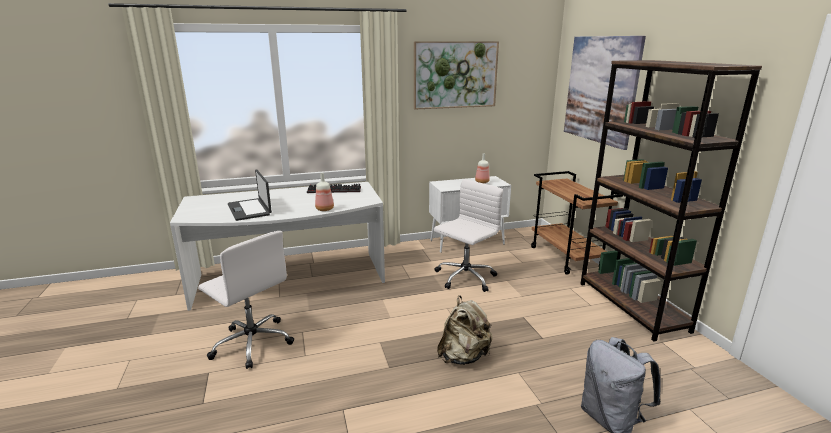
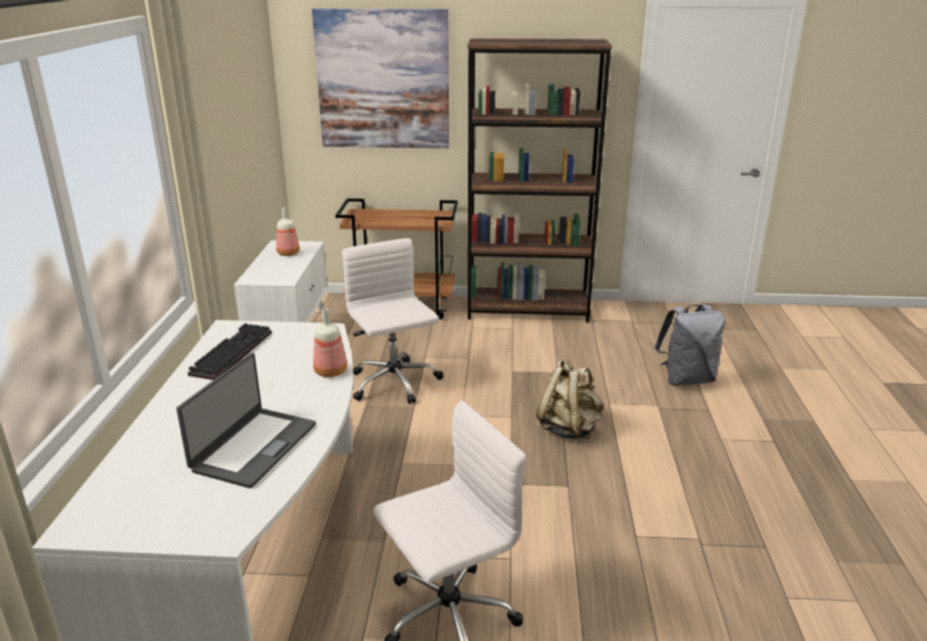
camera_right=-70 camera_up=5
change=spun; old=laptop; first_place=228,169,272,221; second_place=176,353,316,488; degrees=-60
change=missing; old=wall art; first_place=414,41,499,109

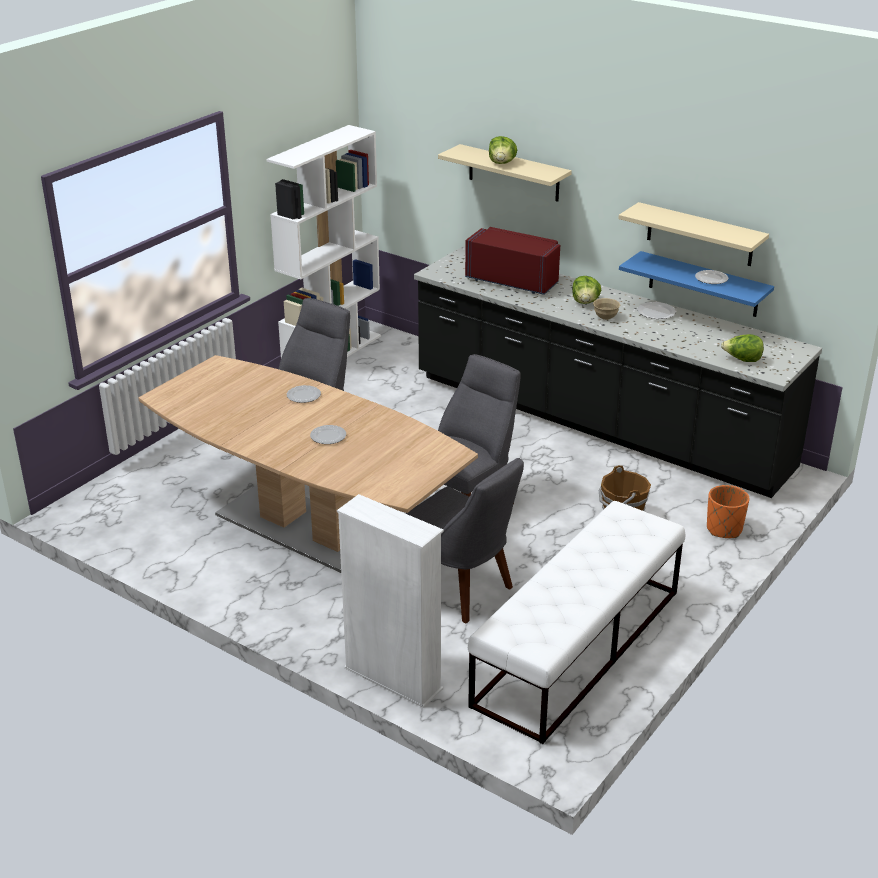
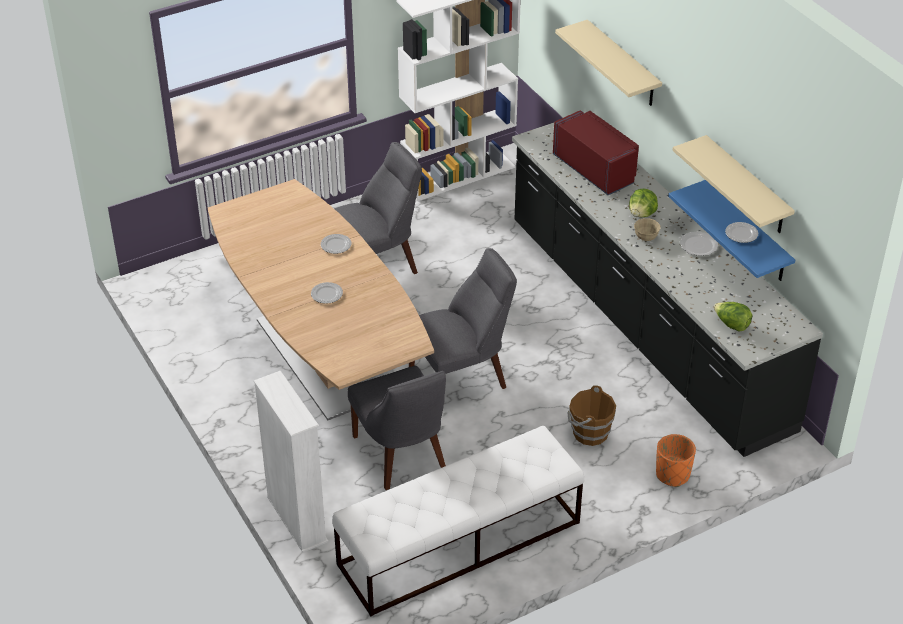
camera_right=25 camera_up=10
change=missing; old=lettuce head; first_place=489,136,517,164

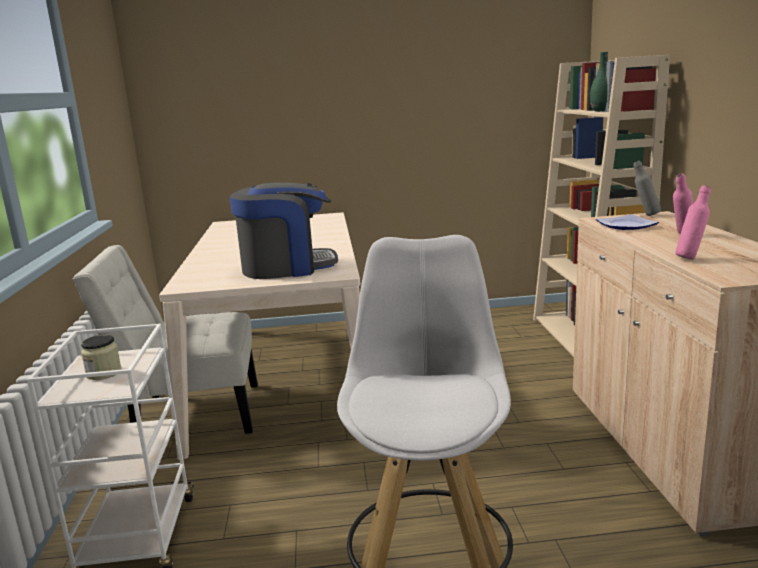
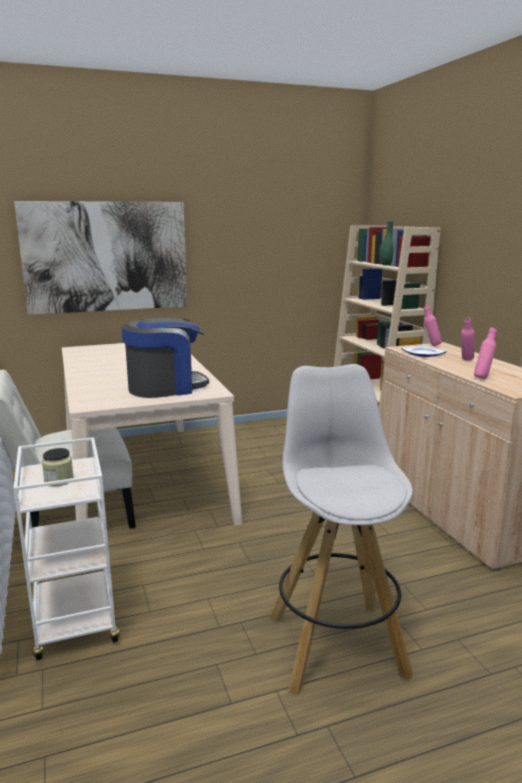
camera_right=-15 camera_up=0
change=appeared; new=wall art; second_place=14,201,188,315
change=colour; old=drink bottle (greyish); new=drink bottle (pinkish); first_place=634,161,661,216; second_place=424,306,442,346

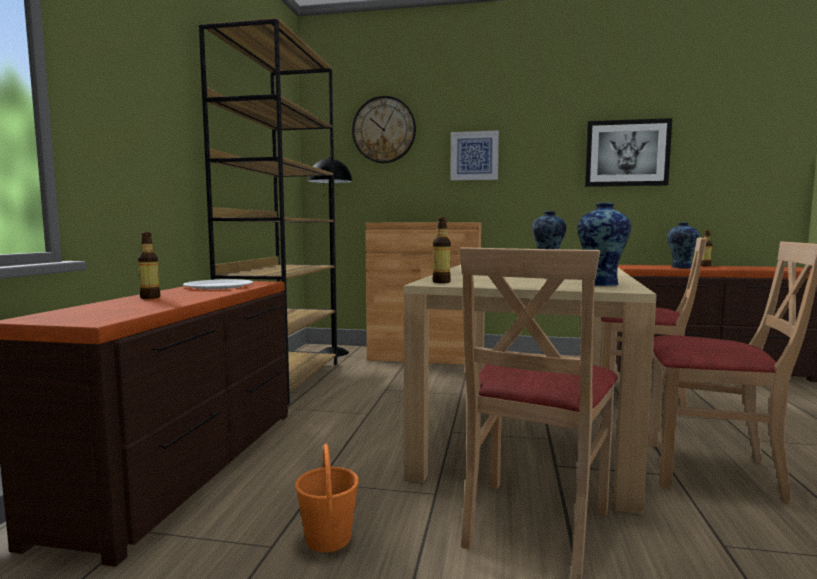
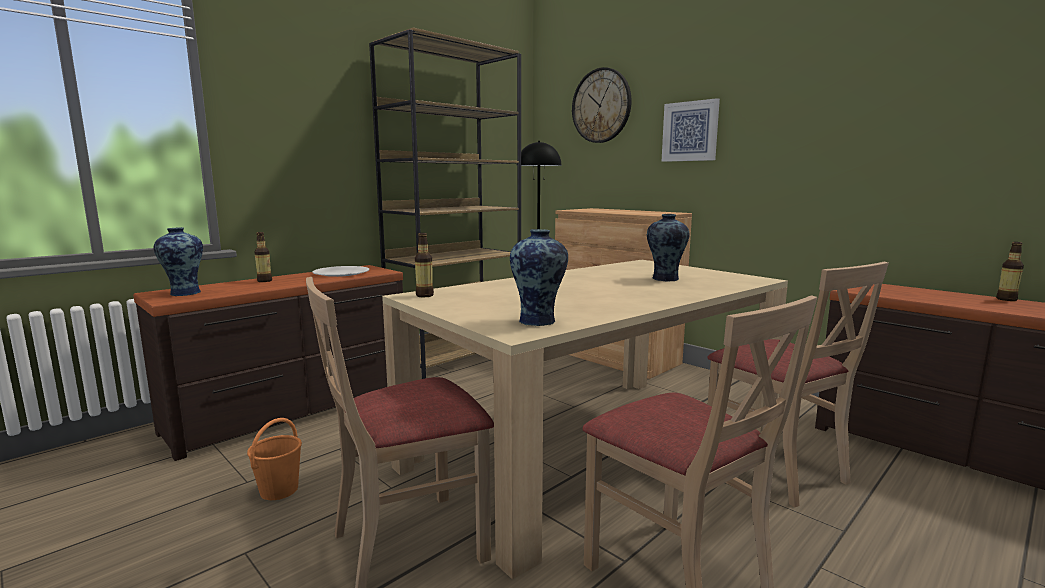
camera_right=35 camera_up=5
change=relocated; old=vase; first_place=667,222,699,268; second_place=154,227,203,296
change=missing; old=wall art; first_place=585,118,672,187

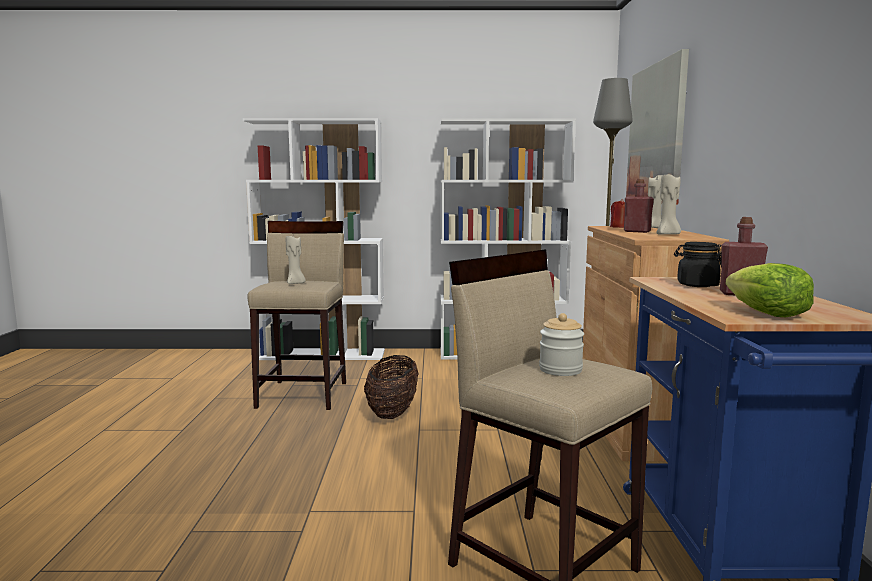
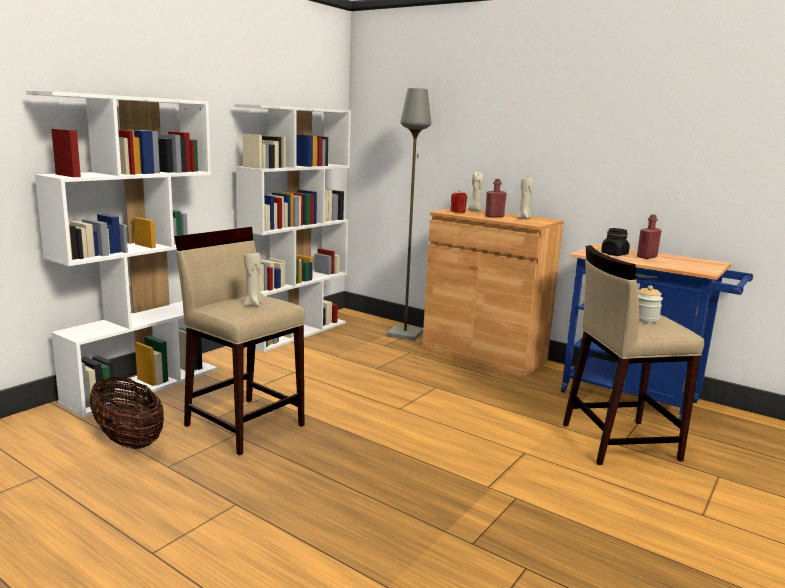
camera_right=-55 camera_up=5
change=relocated; old=basket; first_place=364,355,419,419; second_place=89,377,164,449
change=missing; old=wall art; first_place=626,49,689,205
change=missing; old=lettuce head; first_place=725,263,814,317

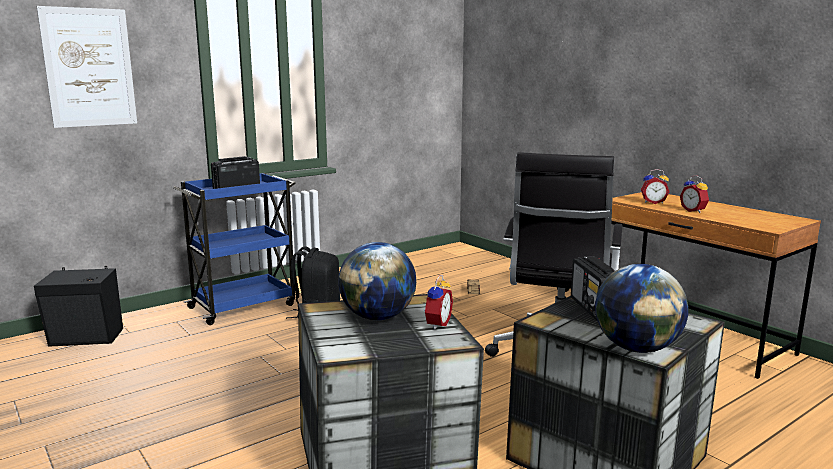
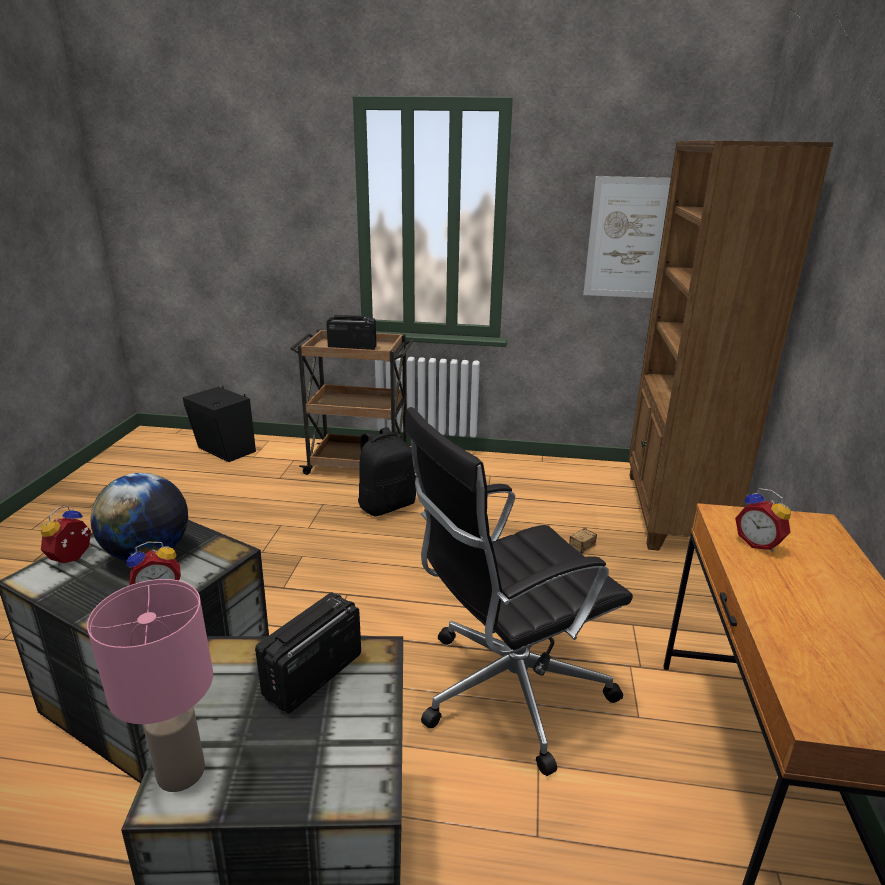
camera_right=45 camera_up=10
change=relocated; old=alarm clock; first_place=680,175,709,213; second_place=41,505,91,566
change=exchanged; old=world globe; new=lamp for a table (pinkish); first_place=595,264,688,353; second_place=87,579,213,792
change=colour; old=cart (blue); new=cart (brownish); first_place=173,173,296,325; second_place=290,330,414,475
change=relocated; old=wall art; first_place=37,6,137,128; second_place=583,176,671,298
change=appeared; new=shelving unit (brownish); second_place=629,141,834,551

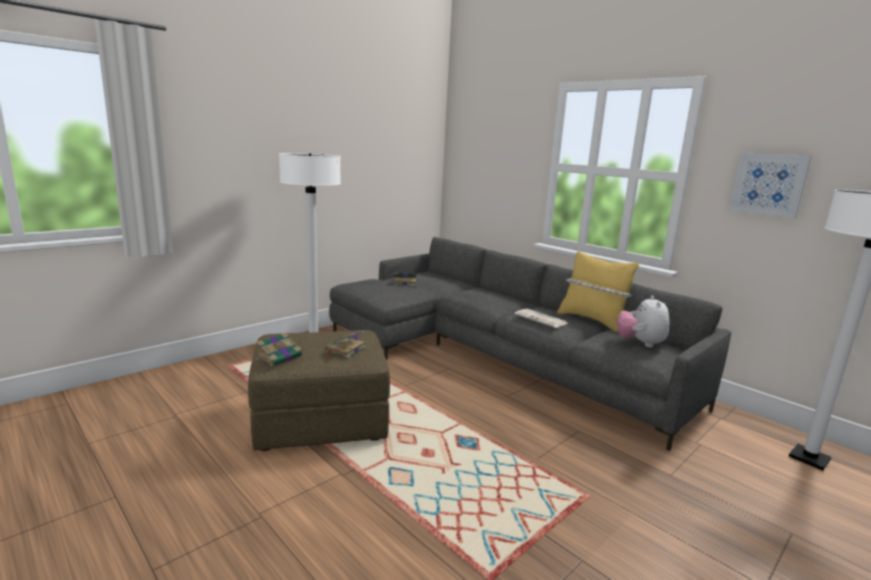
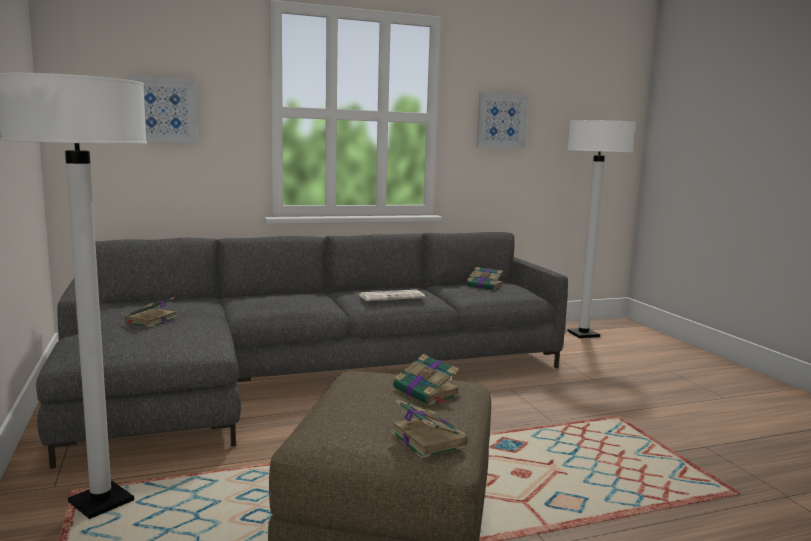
camera_right=-65 camera_up=-5
change=appeared; new=wall art; second_place=128,76,197,143
change=exchanged; old=soft toy; new=book; first_place=616,295,669,348; second_place=467,267,503,290
change=missing; old=cushion (yellow-coloured); first_place=557,251,639,333

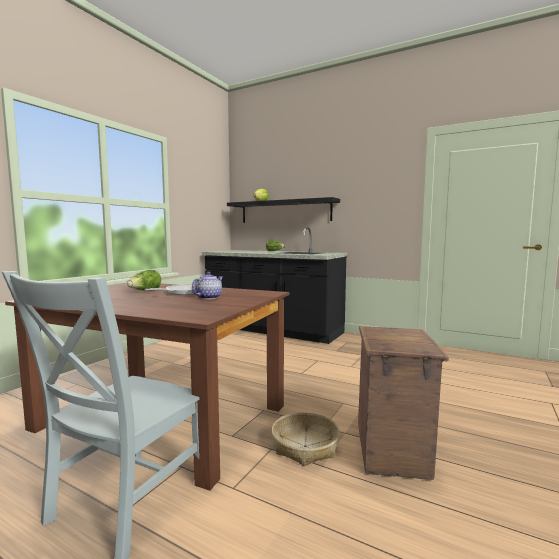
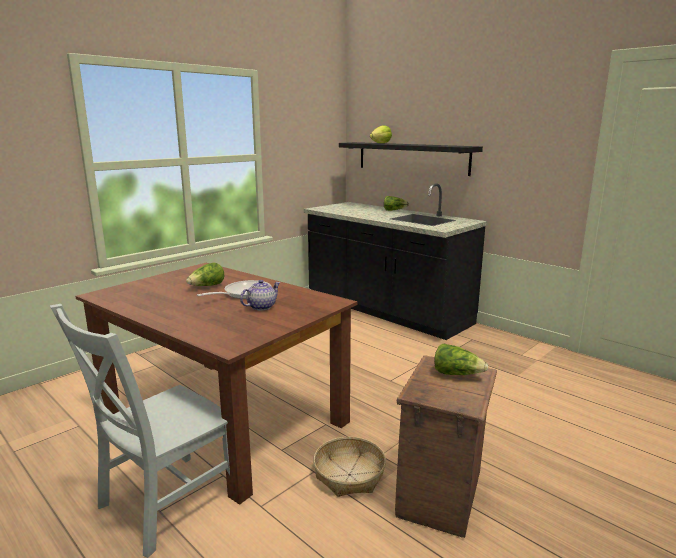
camera_right=15 camera_up=10
change=appeared; new=lettuce head; second_place=434,343,488,375

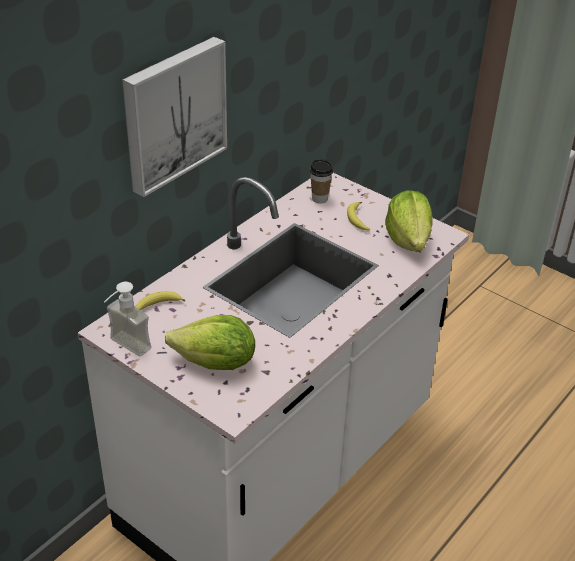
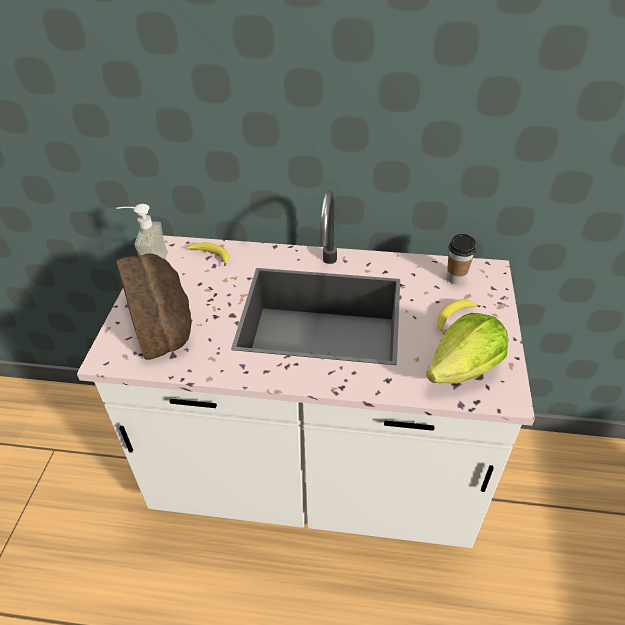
camera_right=60 camera_up=5
change=exchanged; old=lettuce head; new=baked bread; first_place=165,315,255,370; second_place=117,253,192,360
change=missing; old=wall art; first_place=122,37,227,197

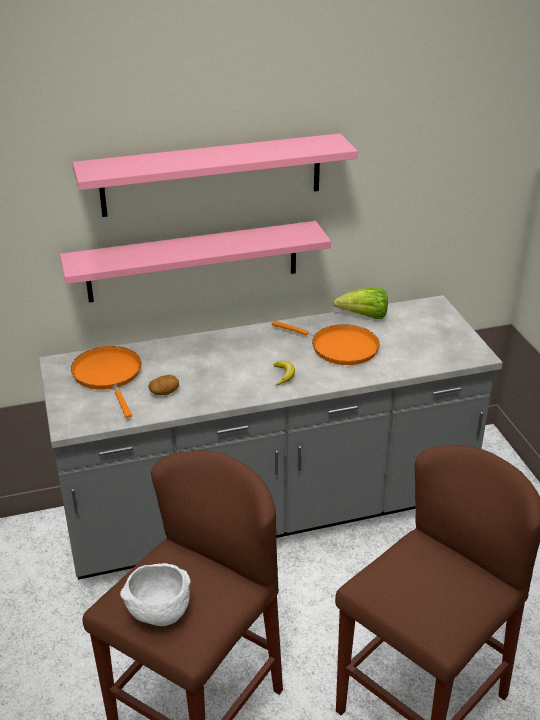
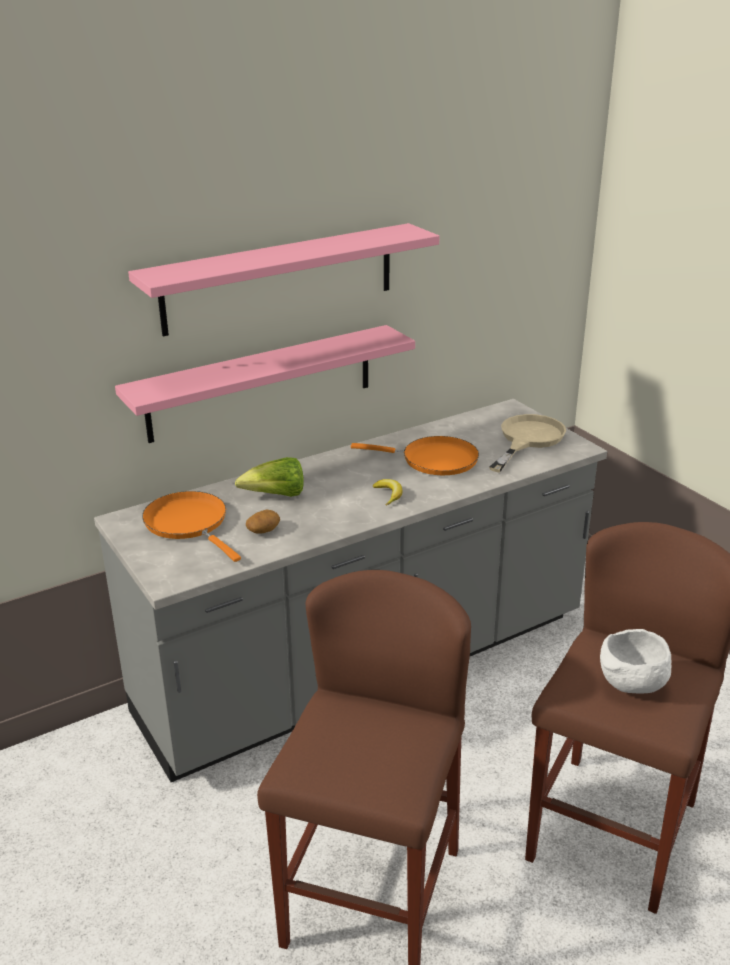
camera_right=-15 camera_up=-5
change=relocated; old=lettuce head; first_place=333,287,388,319; second_place=235,457,304,497
change=appeared; new=pan (beige); second_place=489,414,566,473
change=relocated; old=serving bowl (white-coloured); first_place=120,563,191,626; second_place=600,629,671,694

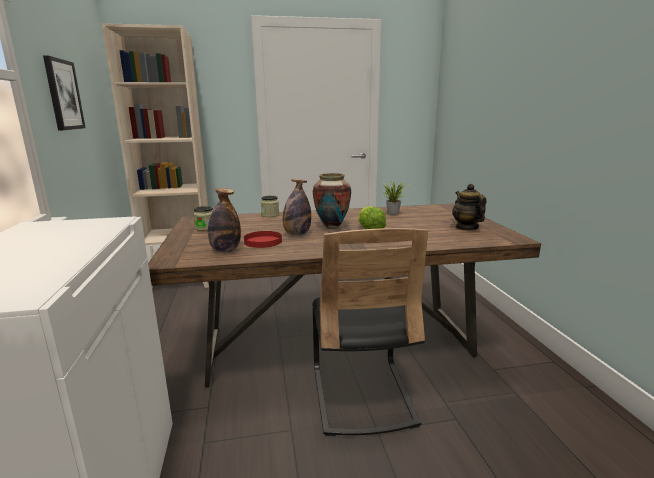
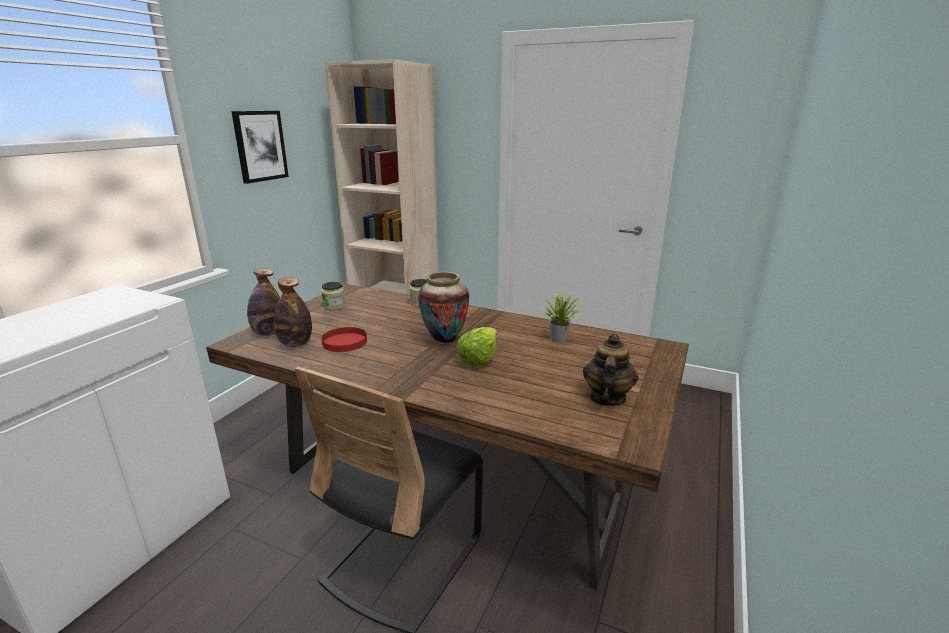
camera_right=35 camera_up=5
change=relocated; old=drink bottle; first_place=283,179,311,236; second_place=247,269,280,336

